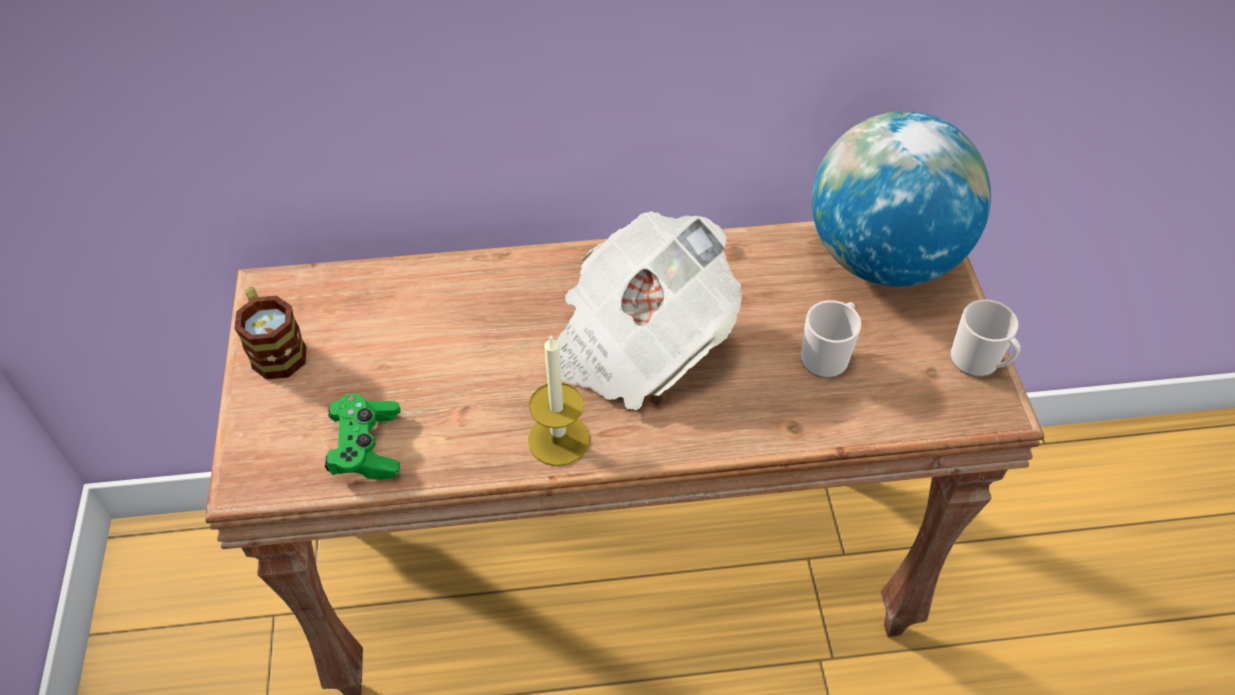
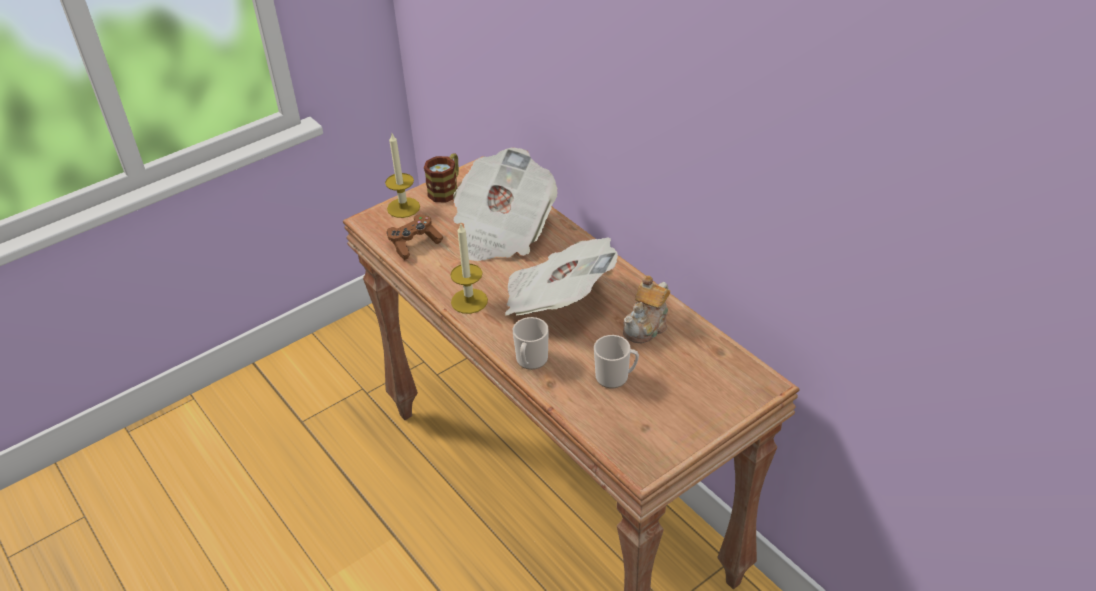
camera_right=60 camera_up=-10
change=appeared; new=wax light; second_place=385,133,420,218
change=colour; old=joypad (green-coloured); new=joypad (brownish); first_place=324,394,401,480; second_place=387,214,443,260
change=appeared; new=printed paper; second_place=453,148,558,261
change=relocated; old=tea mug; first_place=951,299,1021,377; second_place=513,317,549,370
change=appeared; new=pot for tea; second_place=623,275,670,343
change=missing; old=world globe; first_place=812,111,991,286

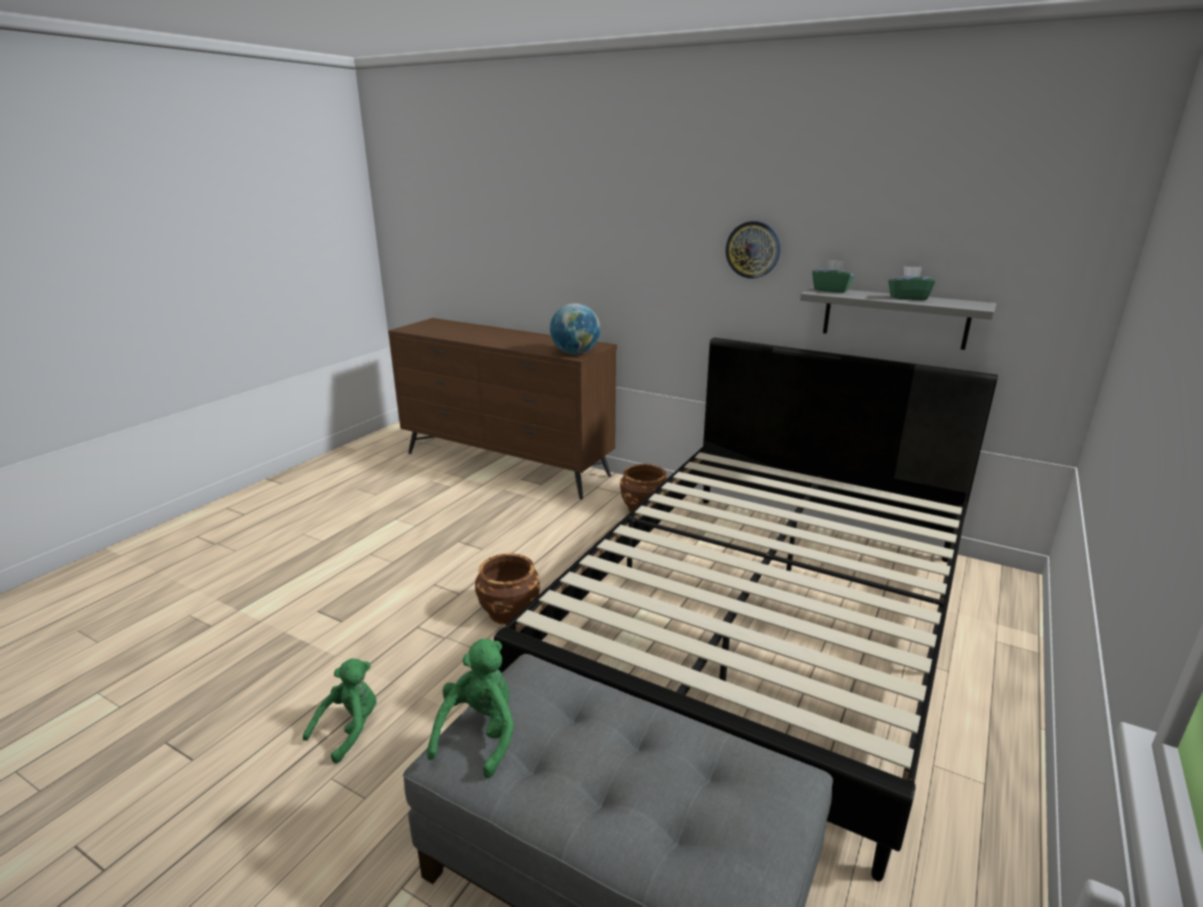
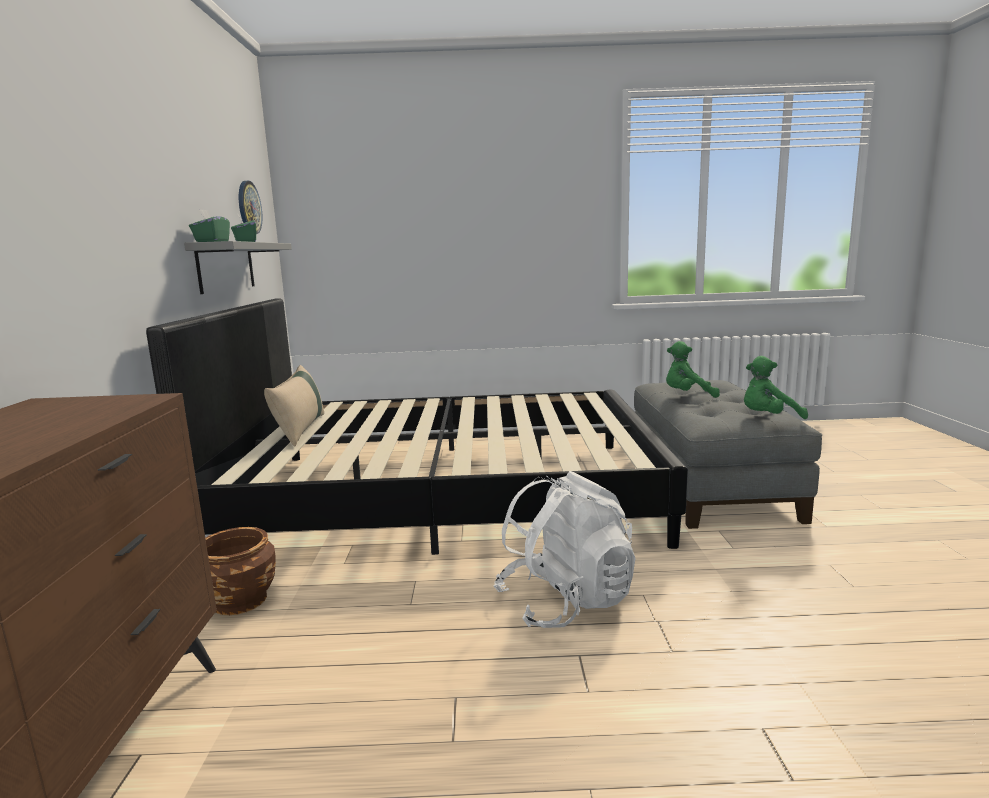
camera_right=-120 camera_up=-10
change=relocated; old=clock on the wall; first_place=725,221,780,279; second_place=239,181,262,234
change=appeared; new=cushion (beige); second_place=264,365,324,447
change=exchanged; old=plant pot (brownish); new=rucksack (white-coloured); first_place=475,554,540,625; second_place=494,471,635,628
change=relocated; old=soft toy (green-coloured); first_place=303,659,376,763; second_place=666,341,720,398
change=missing; old=world globe; first_place=550,303,600,354

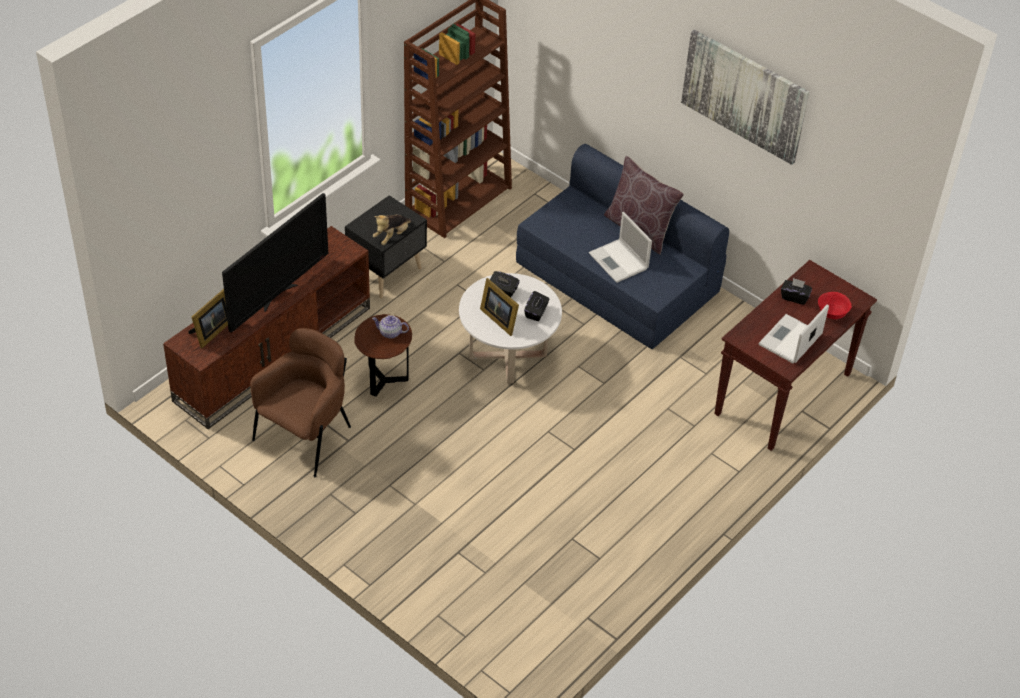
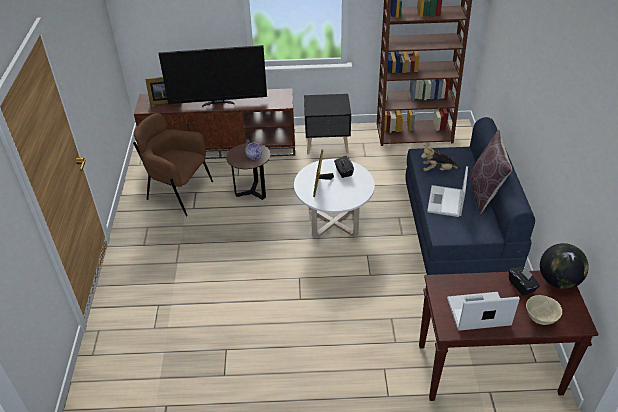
camera_right=50 camera_up=-5
change=spun; old=armchair (brownish); first_place=250,328,351,477; second_place=133,113,213,216; degrees=-150
change=relocated; old=soft toy; first_place=373,214,411,245; second_place=421,145,461,171
change=colour; old=serving bowl (red); new=serving bowl (beige); first_place=818,292,852,319; second_place=526,295,562,325
change=appeared; new=world globe; second_place=540,243,589,289
change=missing; old=box of tissues (blackish); first_place=524,291,549,321
change=missing; old=wall art; first_place=681,29,809,165

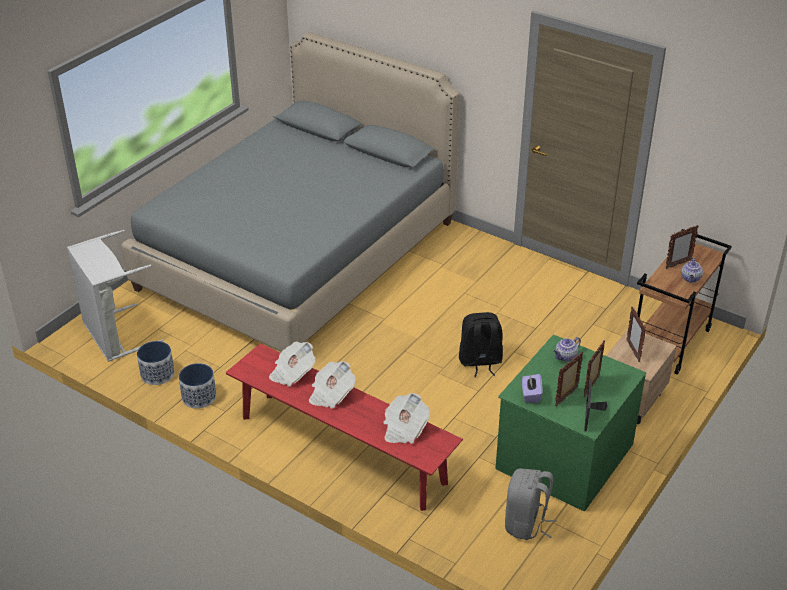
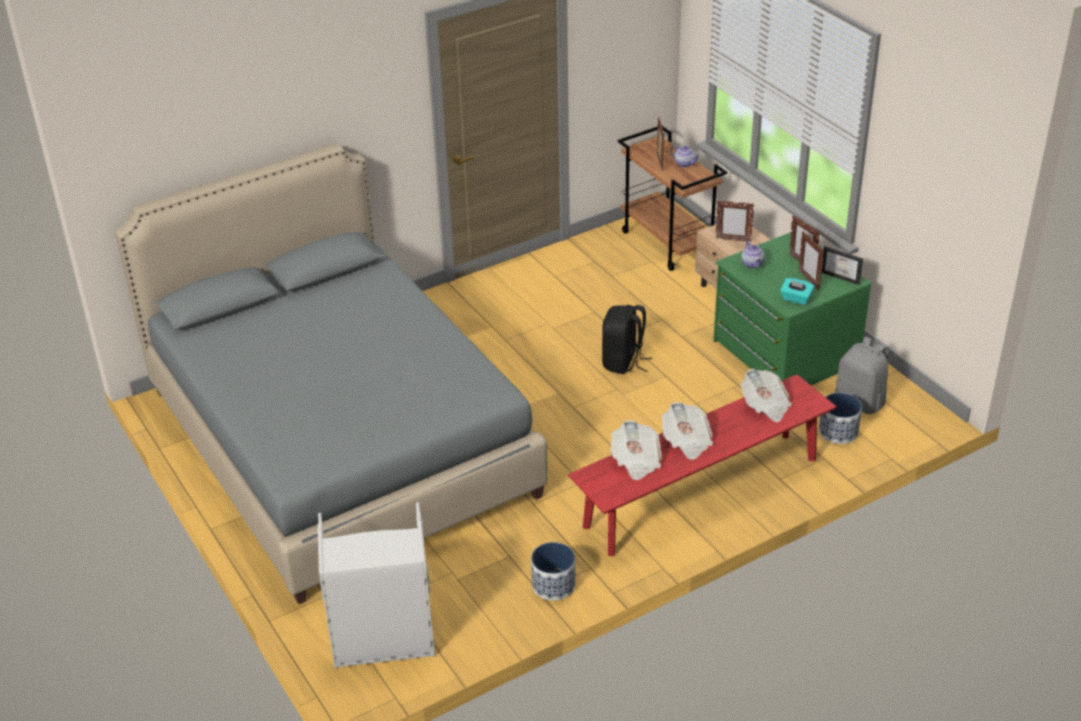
camera_right=-65 camera_up=0
change=colour; old=box of tissues (purple); new=box of tissues (turquoise); first_place=522,374,543,403; second_place=780,278,814,305
change=relocated; old=plant pot; first_place=137,341,174,385; second_place=819,393,862,444

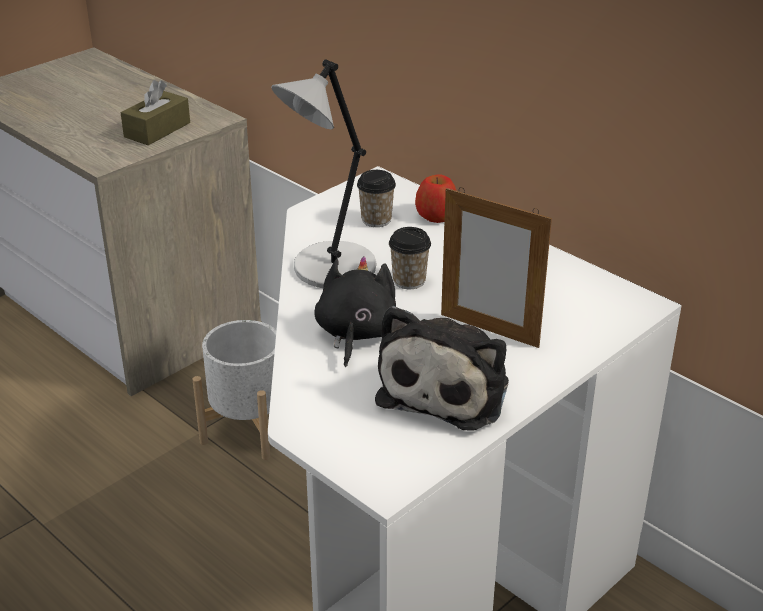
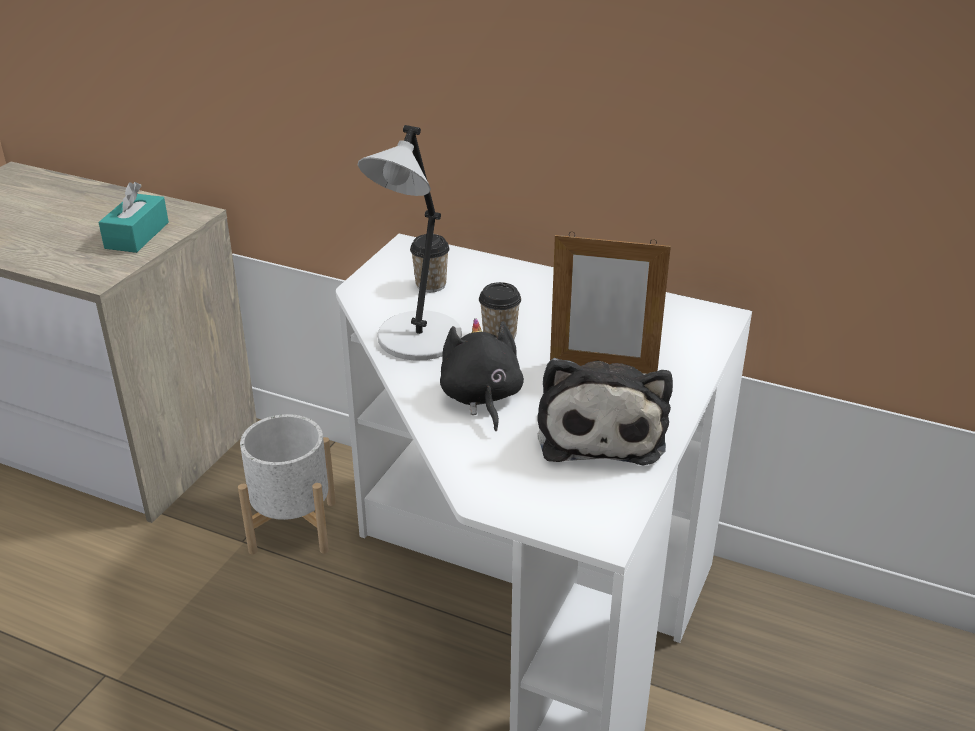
camera_right=-20 camera_up=0
change=colour; old=box of tissues (brownish); new=box of tissues (turquoise); first_place=121,80,190,145; second_place=98,182,169,253
change=missing; old=apple fruit; first_place=415,174,457,223

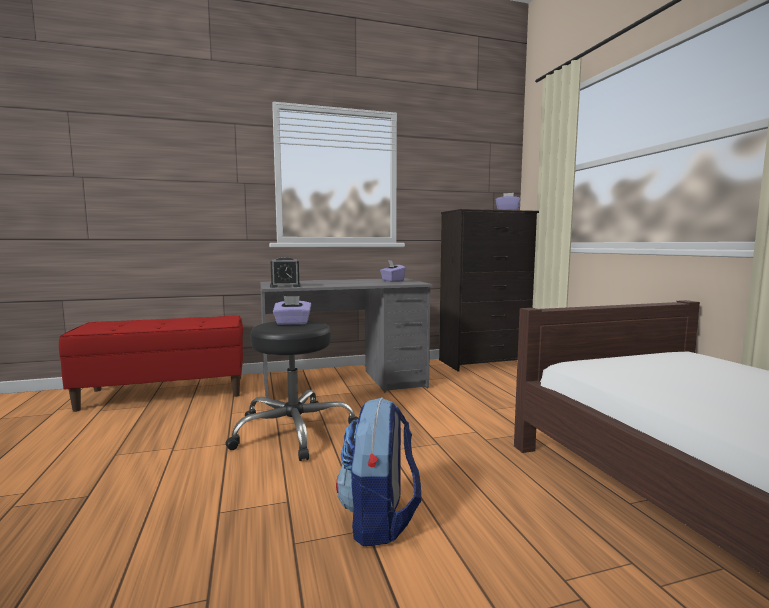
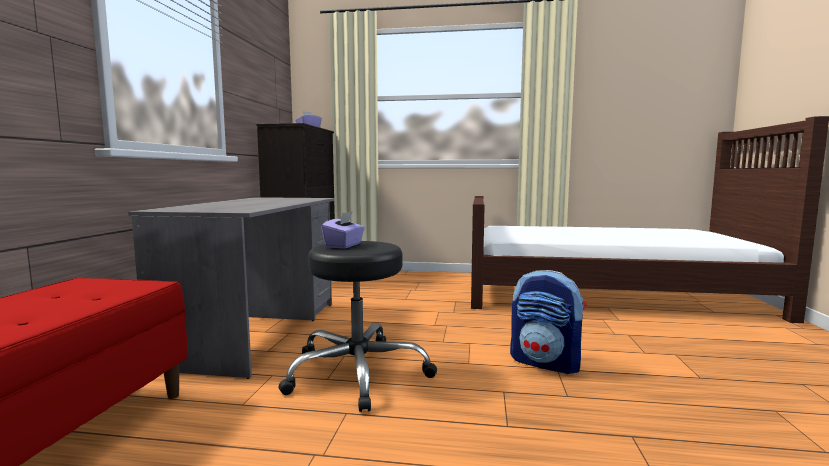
camera_right=-65 camera_up=0
change=missing; old=alarm clock; first_place=270,257,301,288
change=missing; old=box of tissues (purple); first_place=380,260,406,282

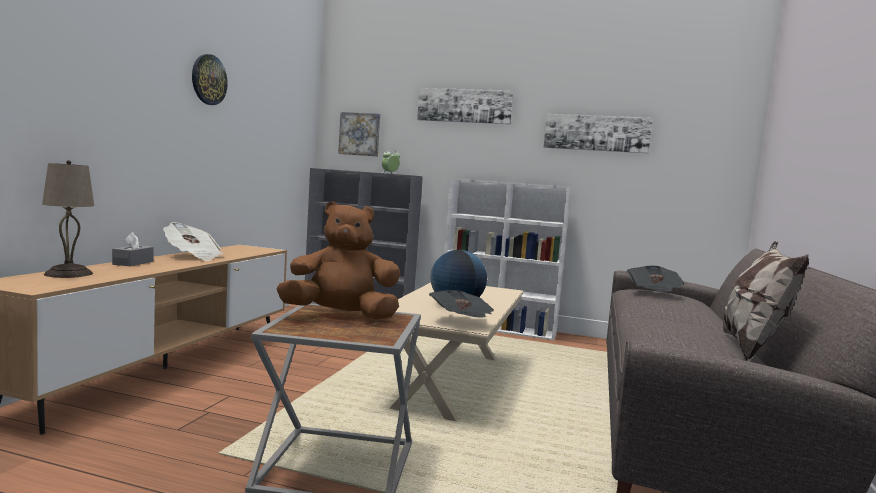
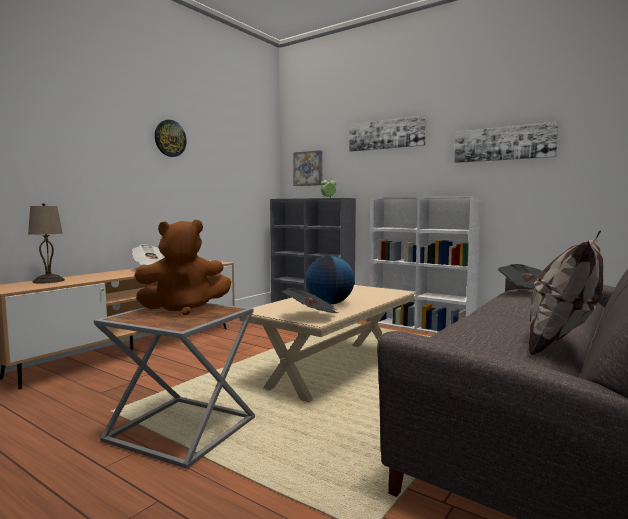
camera_right=20 camera_up=0
change=spun; old=soft toy (brownish); first_place=277,202,400,320; second_place=134,220,231,315; degrees=150
change=missing; old=box of tissues (greyish); first_place=112,232,154,266

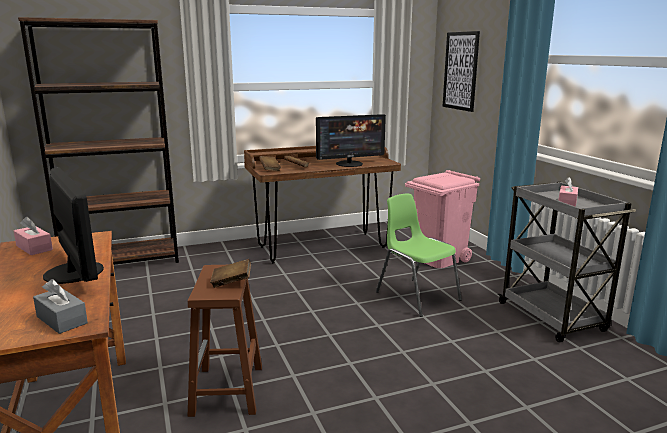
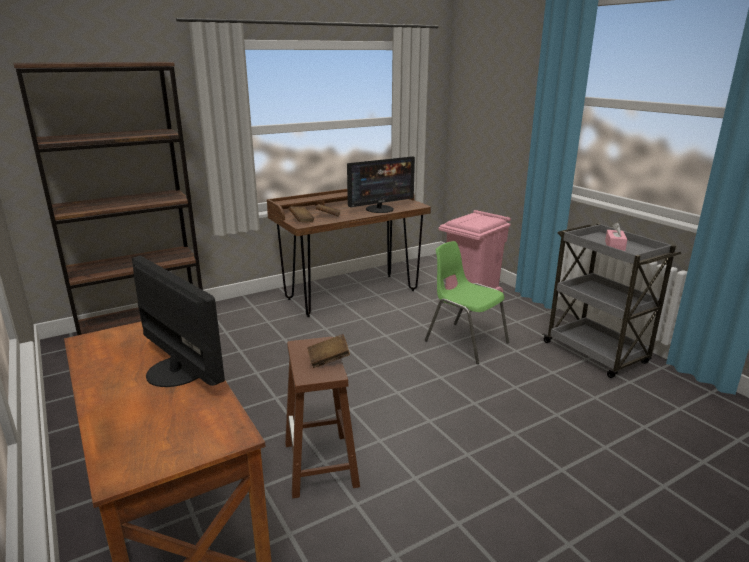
camera_right=-10 camera_up=5
change=missing; old=box of tissues (pinkish); first_place=14,217,53,255
change=missing; old=box of tissues (greyish); first_place=33,279,88,334
change=missing; old=wall art; first_place=443,31,480,112

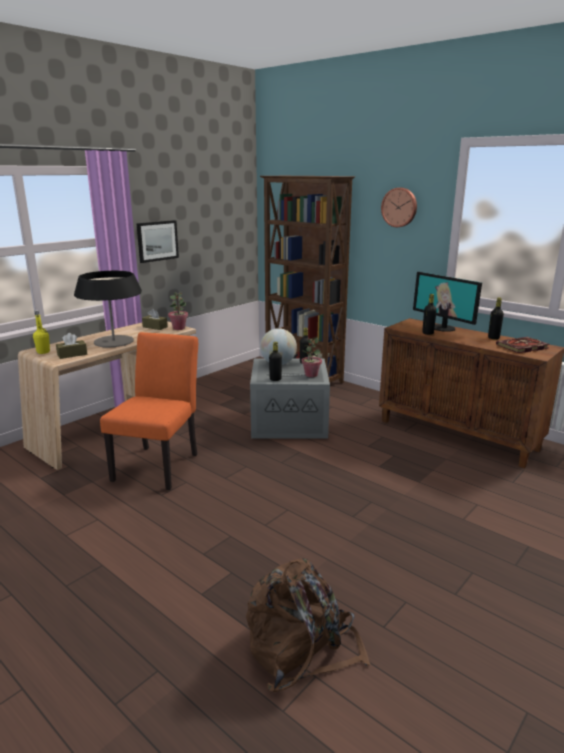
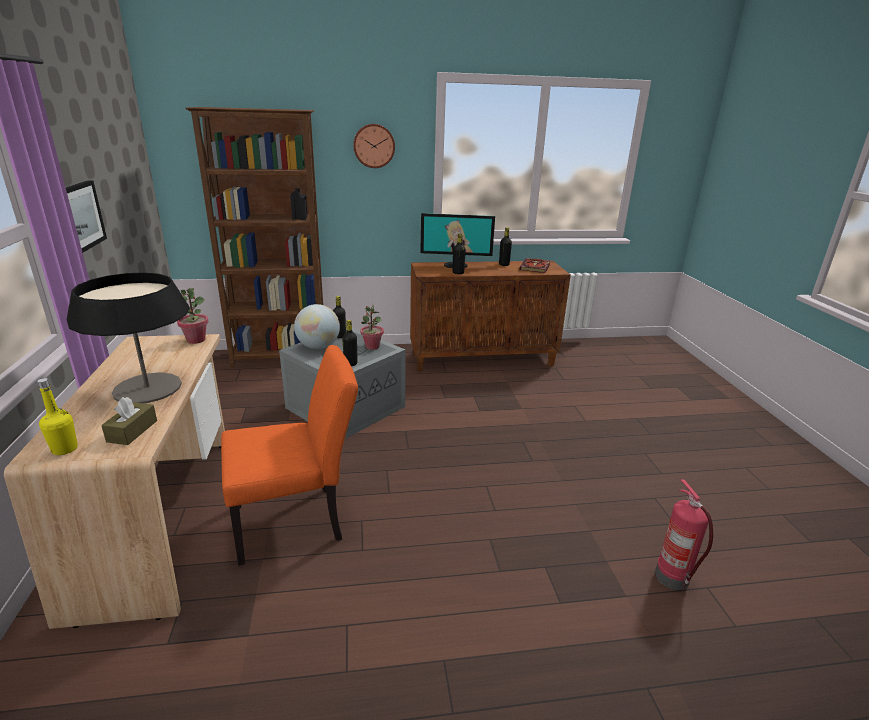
camera_right=-50 camera_up=5
change=spun; old=upright chair (orange-coloured); first_place=100,332,198,490; second_place=221,345,358,566; degrees=105
change=exchanged; old=rucksack (brownish); new=fire extinguisher; first_place=246,558,371,692; second_place=655,479,713,590
change=missing; old=box of tissues (brownish); first_place=142,309,168,330

